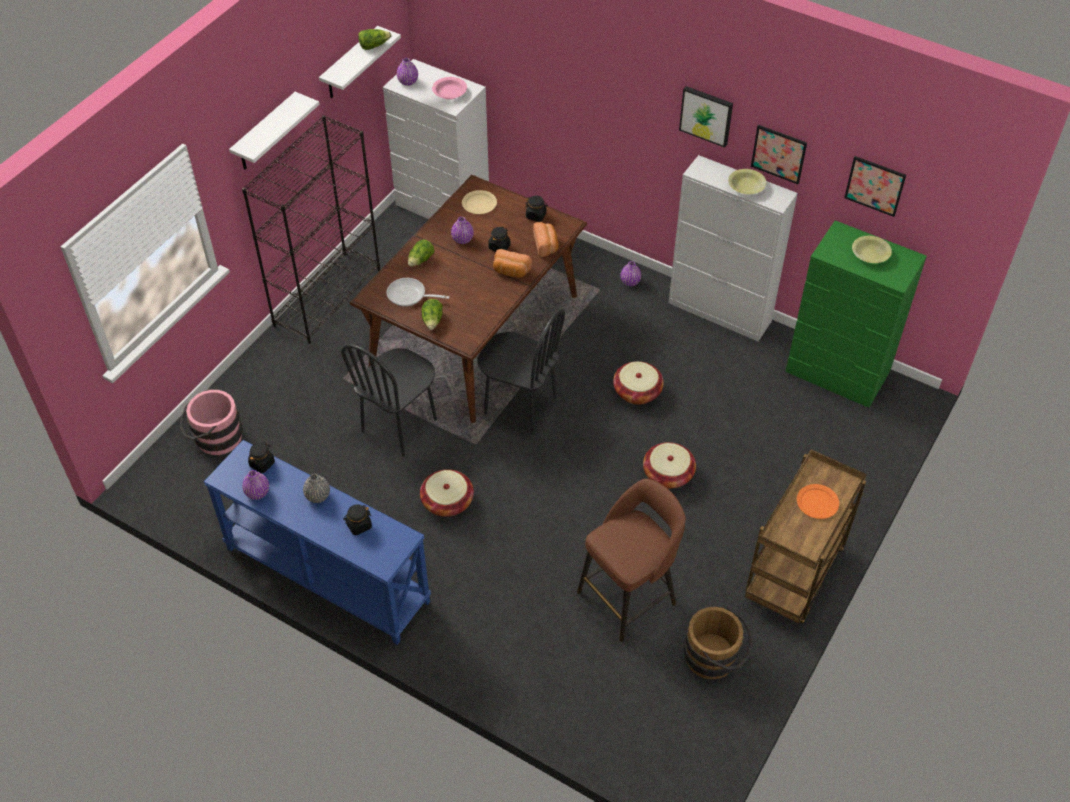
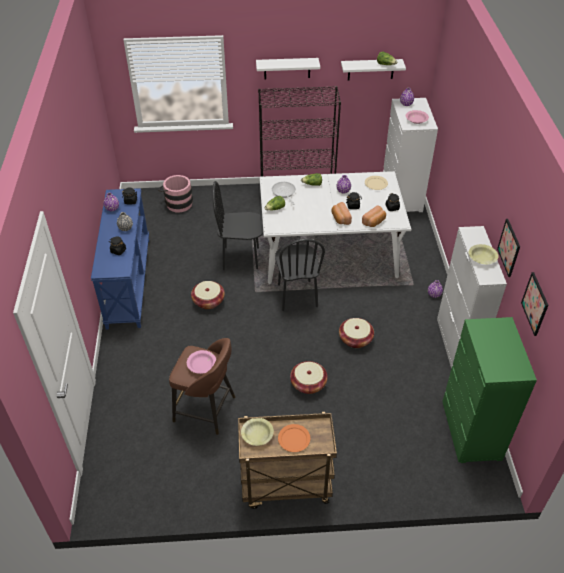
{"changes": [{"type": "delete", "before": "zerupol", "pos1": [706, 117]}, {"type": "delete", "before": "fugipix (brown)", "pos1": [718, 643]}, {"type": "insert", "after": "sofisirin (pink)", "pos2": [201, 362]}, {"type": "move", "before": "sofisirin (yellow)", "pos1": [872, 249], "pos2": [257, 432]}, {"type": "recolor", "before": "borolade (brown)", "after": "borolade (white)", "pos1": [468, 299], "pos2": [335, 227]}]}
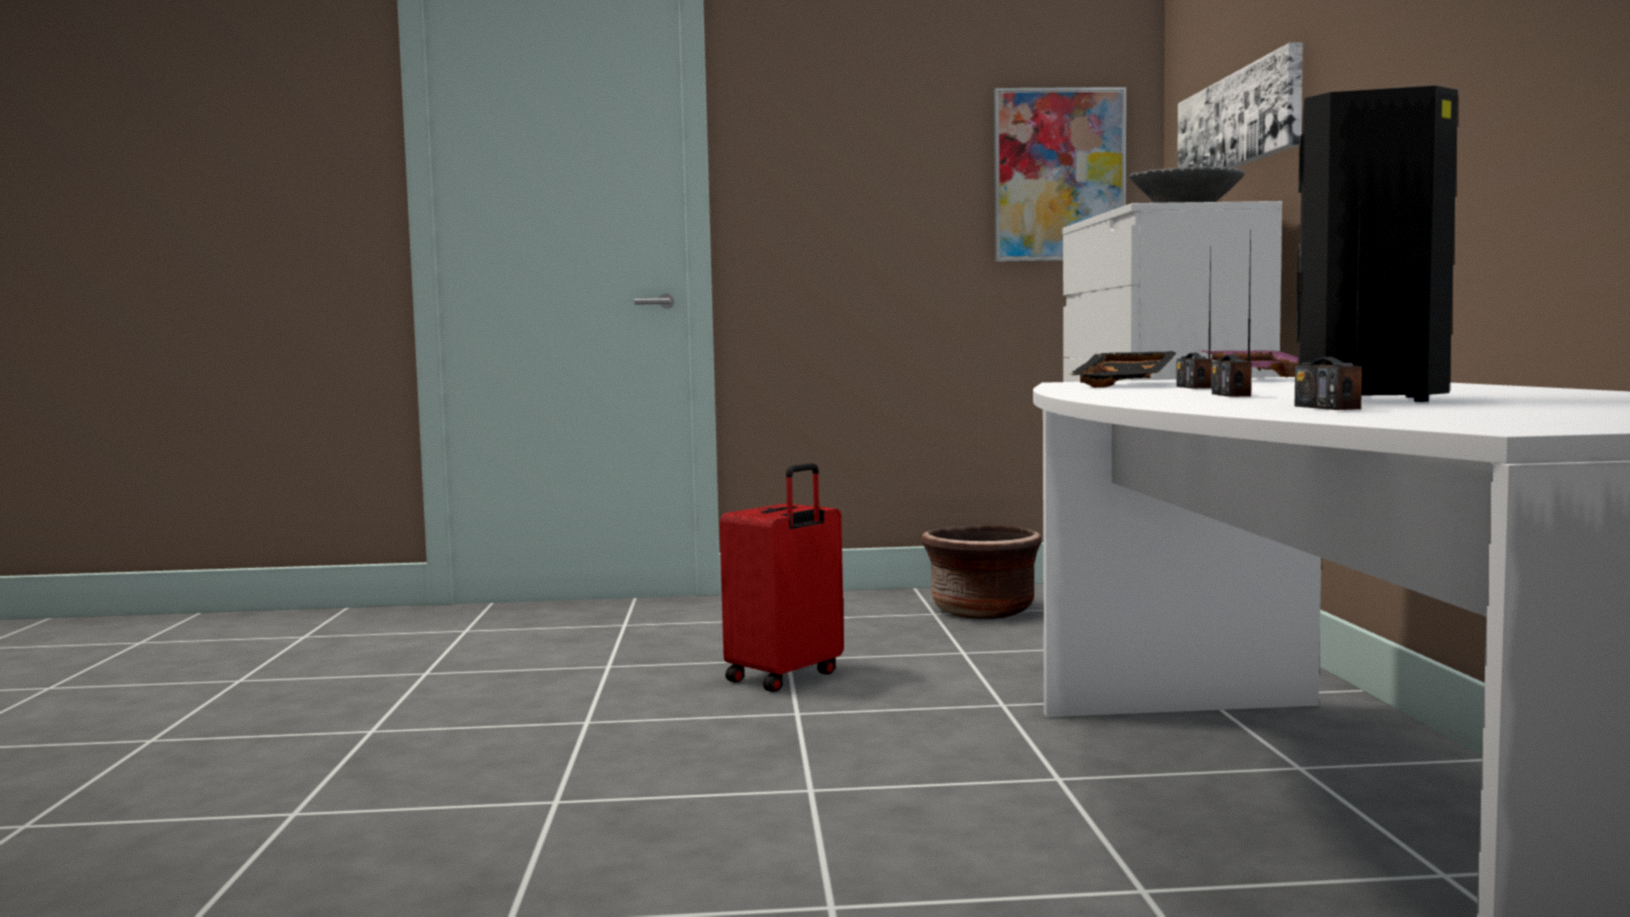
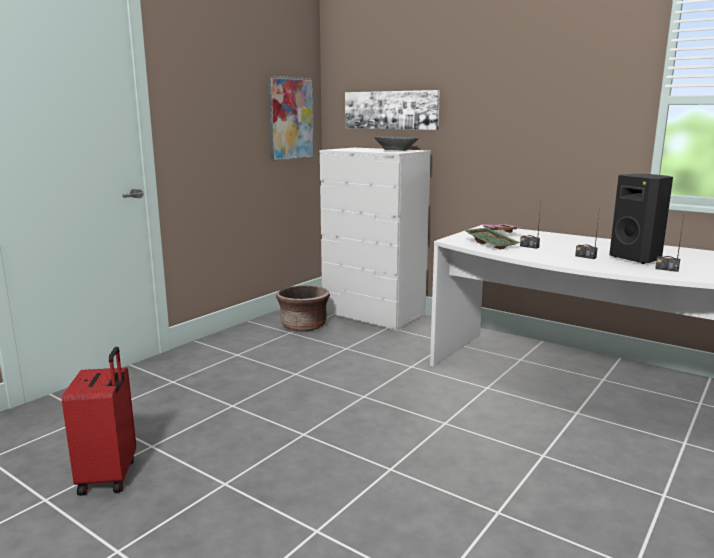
{"changes": [{"type": "move", "before": "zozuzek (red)", "pos1": [782, 577], "pos2": [99, 421]}, {"type": "recolor", "before": "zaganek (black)", "after": "zaganek (green)", "pos1": [1122, 369], "pos2": [492, 239]}]}
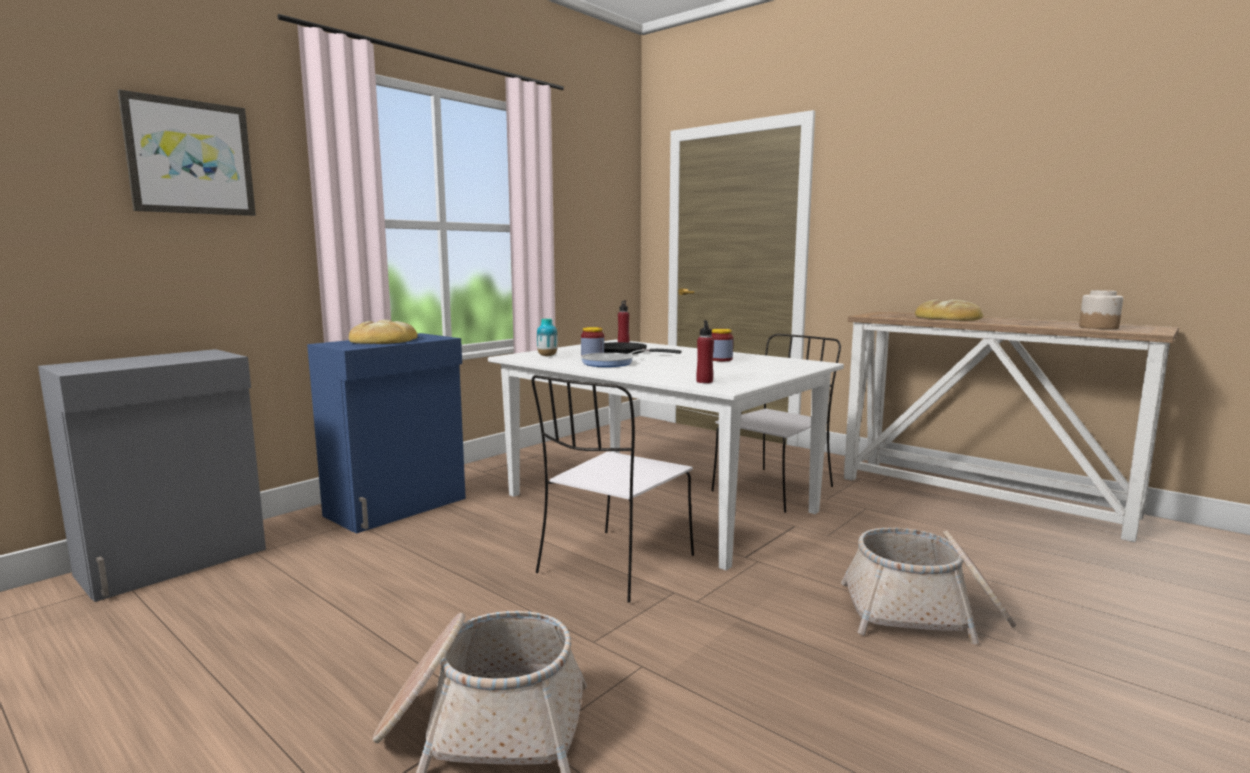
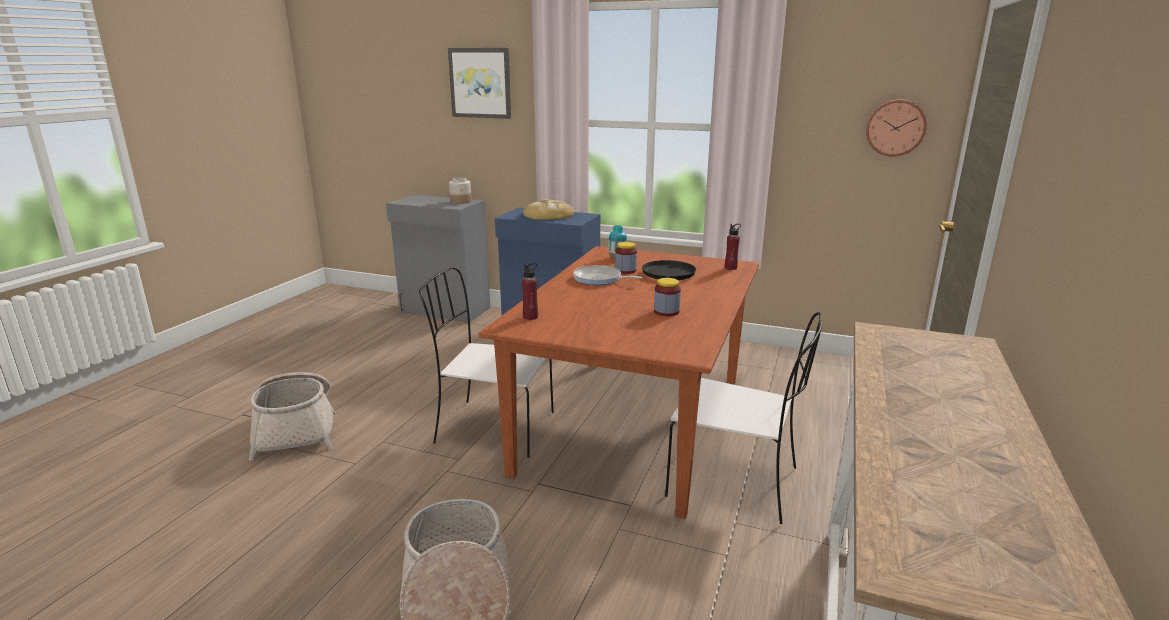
{"changes": [{"type": "delete", "before": "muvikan", "pos1": [949, 310]}, {"type": "insert", "after": "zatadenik", "pos2": [896, 128]}, {"type": "move", "before": "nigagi", "pos1": [1101, 309], "pos2": [460, 191]}, {"type": "recolor", "before": "borolade (white)", "after": "borolade (brown)", "pos1": [666, 455], "pos2": [618, 382]}]}
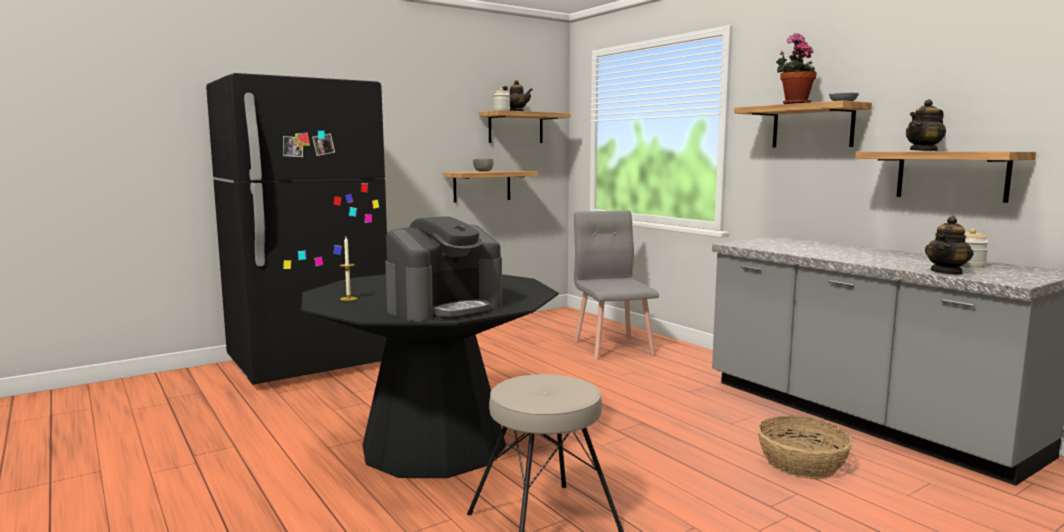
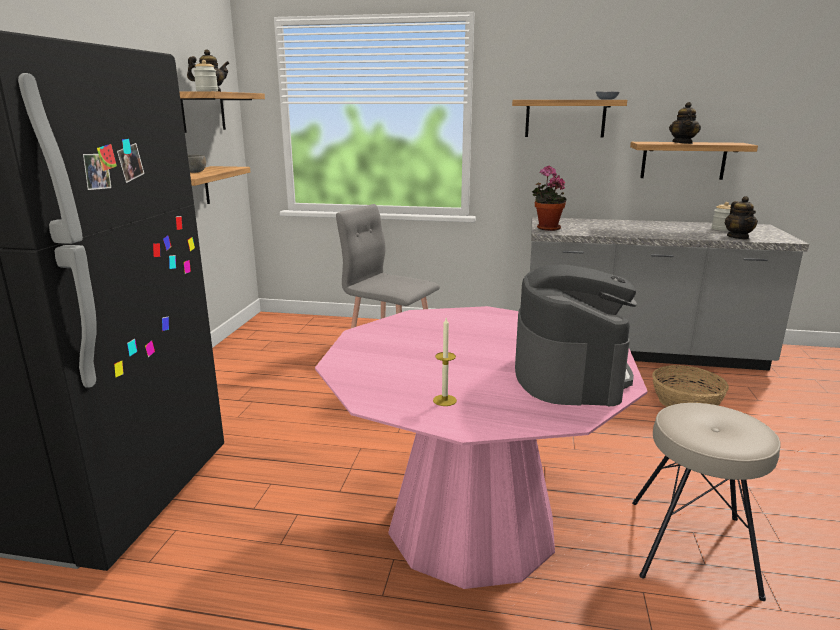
{"changes": [{"type": "move", "before": "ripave", "pos1": [796, 68], "pos2": [549, 198]}, {"type": "recolor", "before": "borolade (black)", "after": "borolade (pink)", "pos1": [430, 376], "pos2": [481, 447]}]}
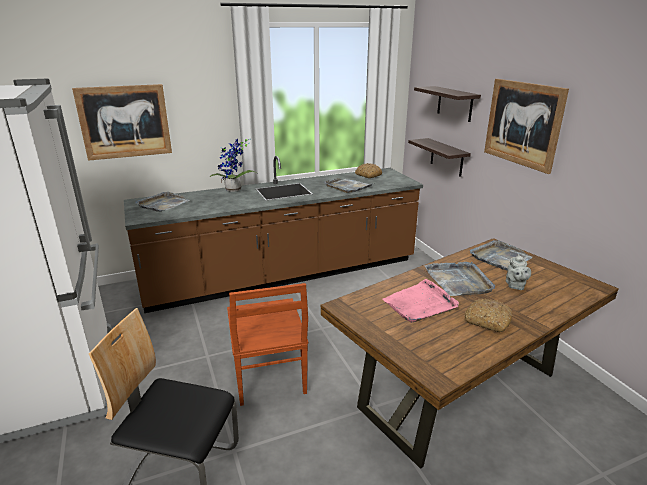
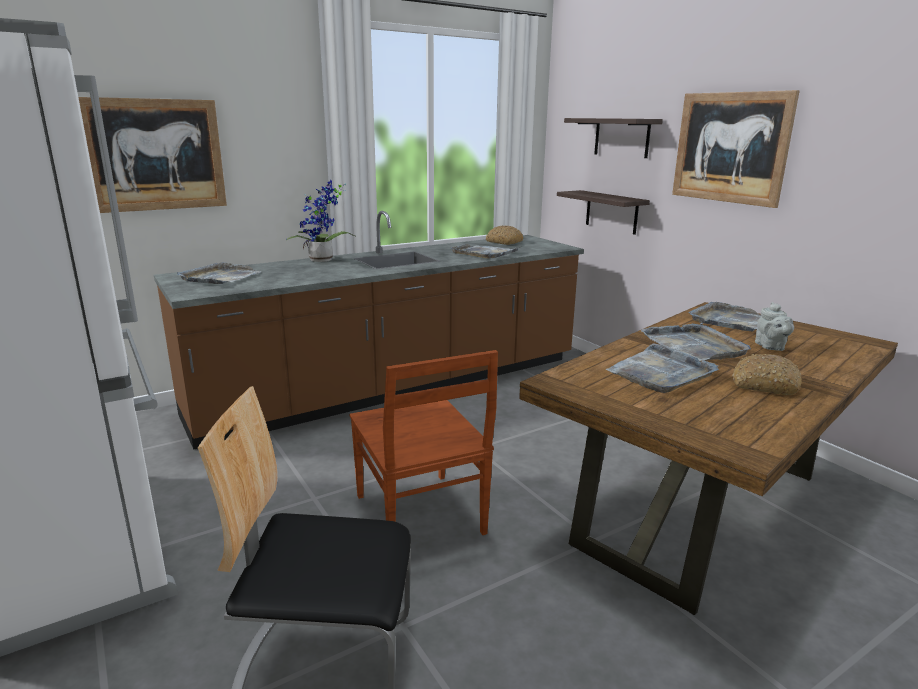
{"changes": [{"type": "recolor", "before": "zaganek (pink)", "after": "zaganek (grey)", "pos1": [421, 301], "pos2": [662, 368]}]}
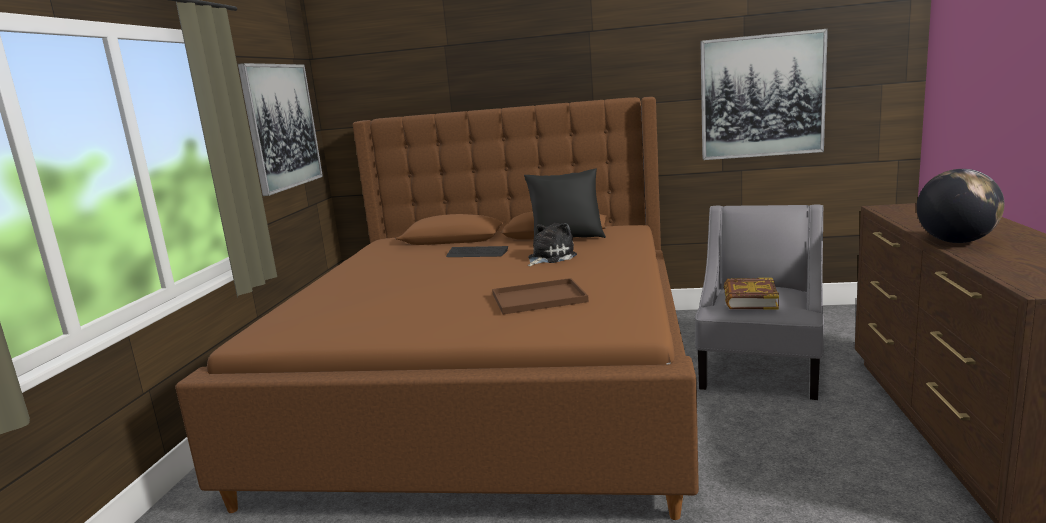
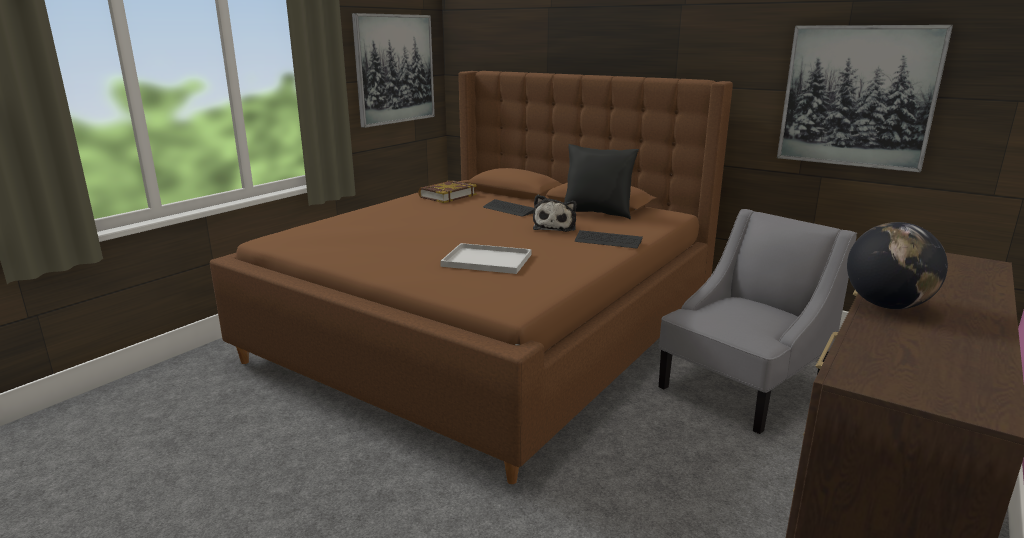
{"changes": [{"type": "insert", "after": "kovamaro", "pos2": [609, 239]}, {"type": "move", "before": "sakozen", "pos1": [751, 293], "pos2": [447, 191]}, {"type": "recolor", "before": "zaganek (brown)", "after": "zaganek (white)", "pos1": [540, 296], "pos2": [486, 258]}, {"type": "rotate", "before": "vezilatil", "pos1": [552, 244], "pos2": [555, 213], "turn": 120}]}
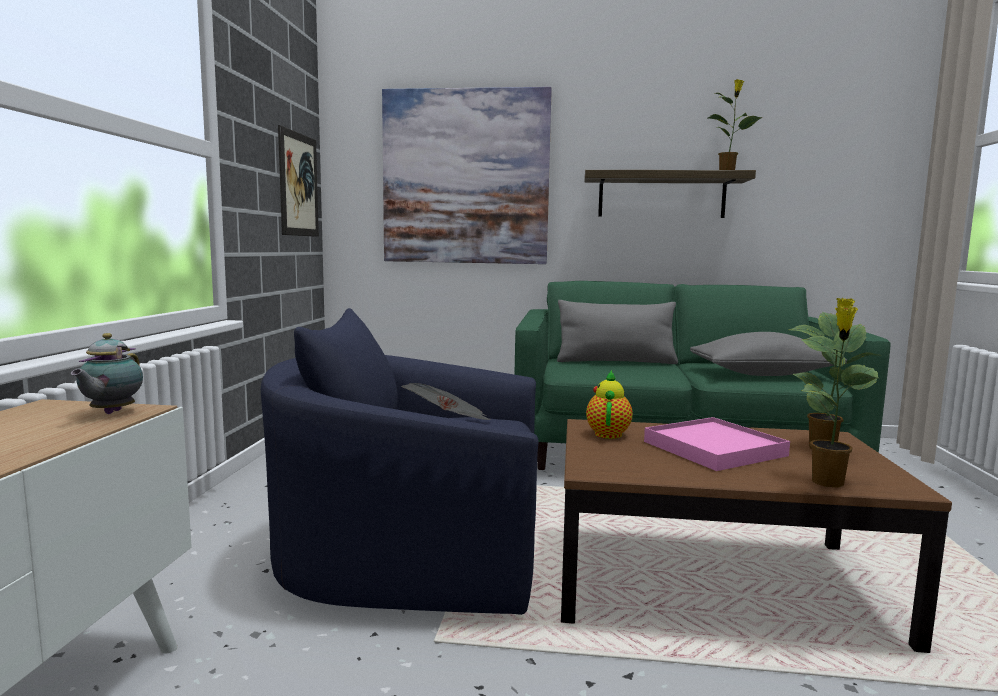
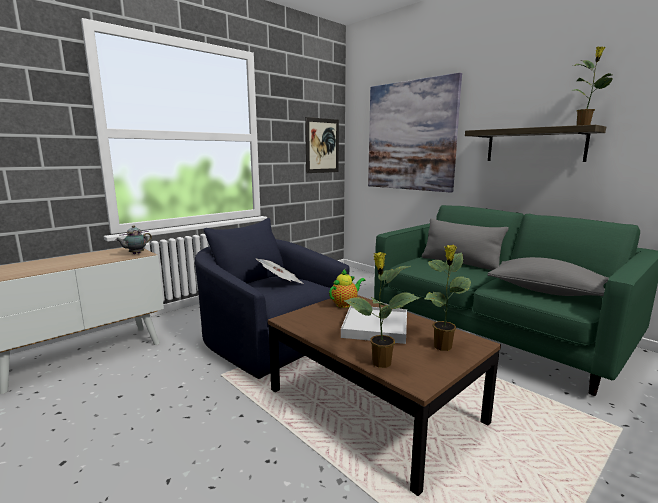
{"changes": [{"type": "recolor", "before": "zaganek (pink)", "after": "zaganek (white)", "pos1": [717, 444], "pos2": [374, 324]}]}
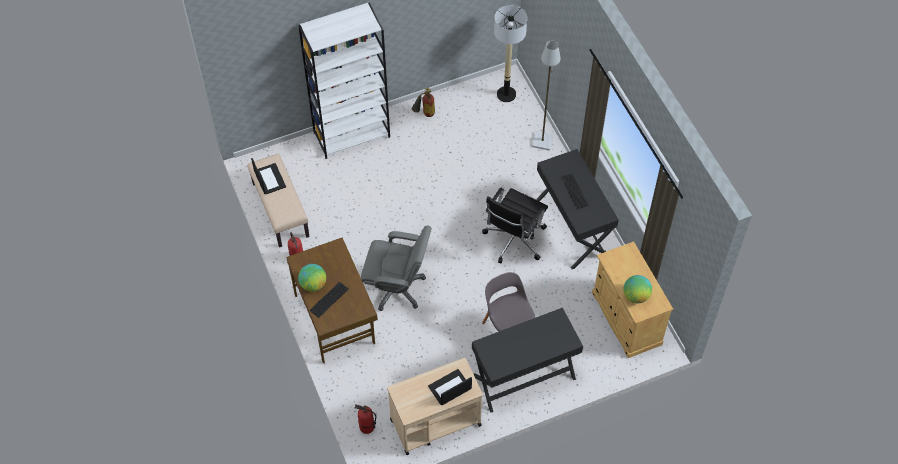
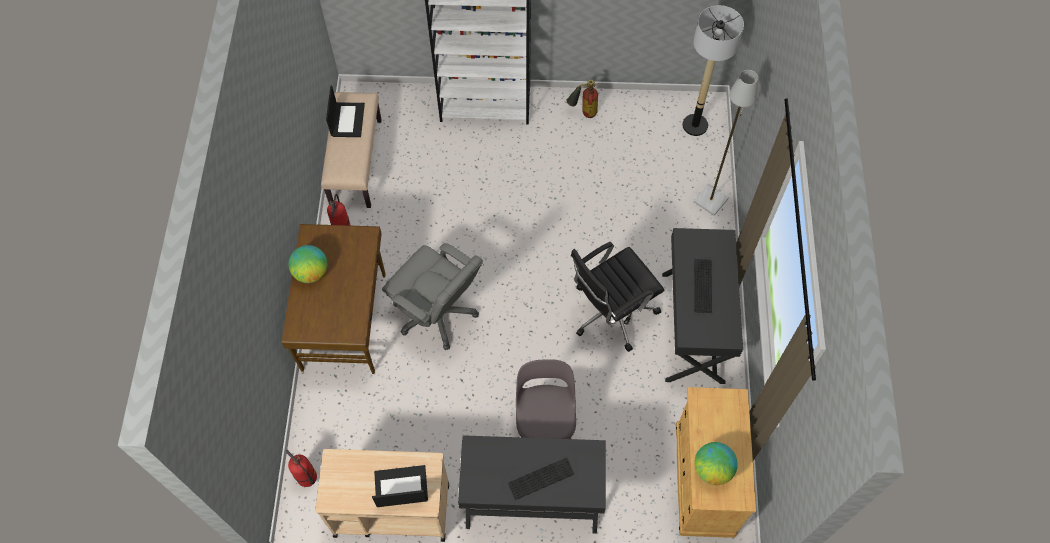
{"changes": [{"type": "move", "before": "kovamaro", "pos1": [328, 300], "pos2": [541, 479]}]}
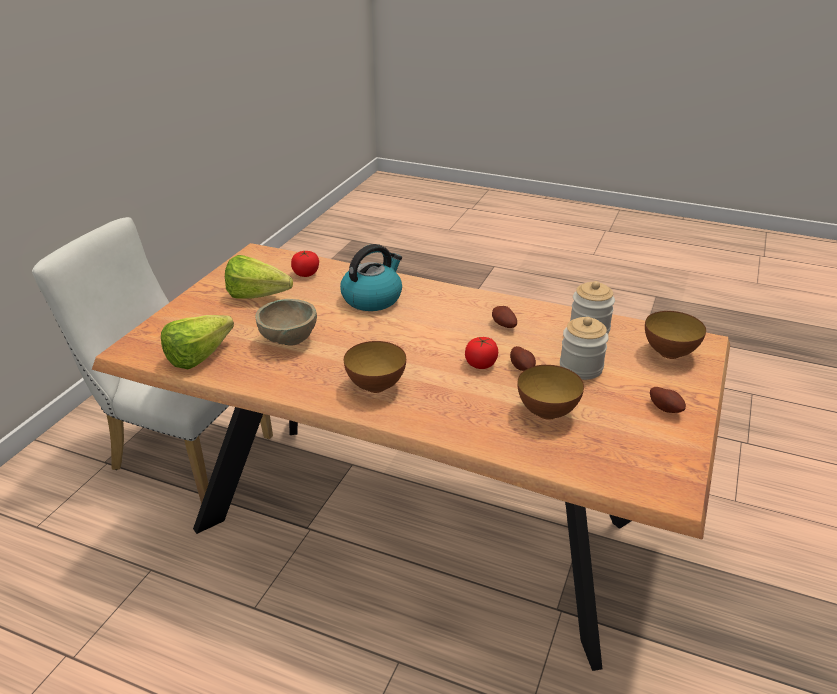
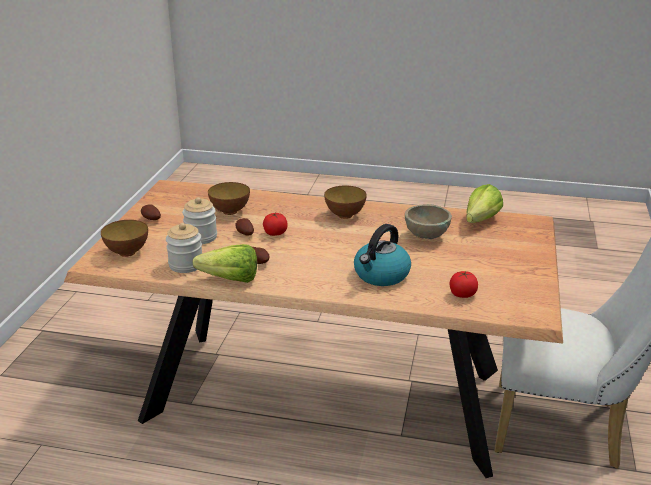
{"changes": [{"type": "move", "before": "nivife", "pos1": [259, 277], "pos2": [225, 263]}]}
